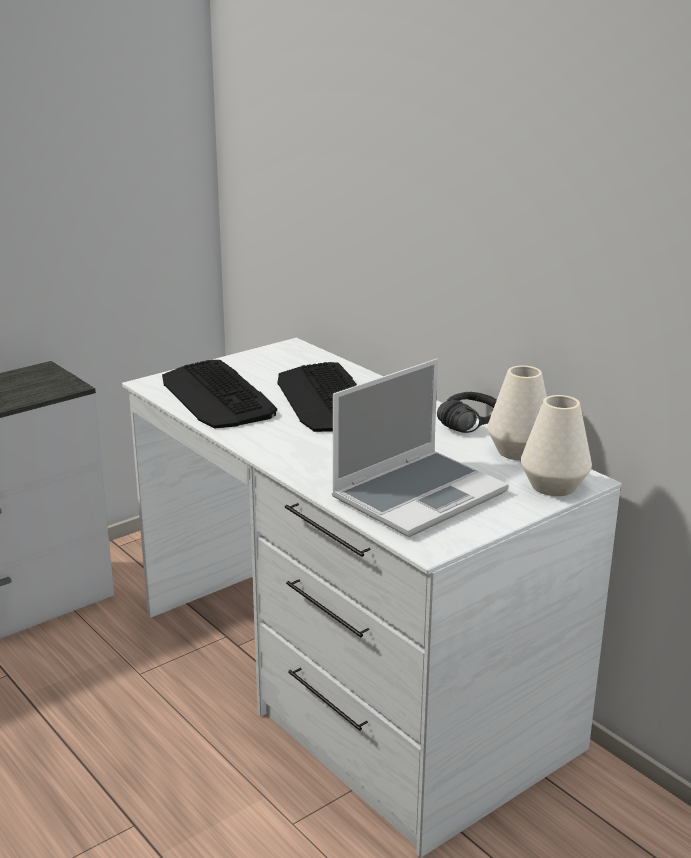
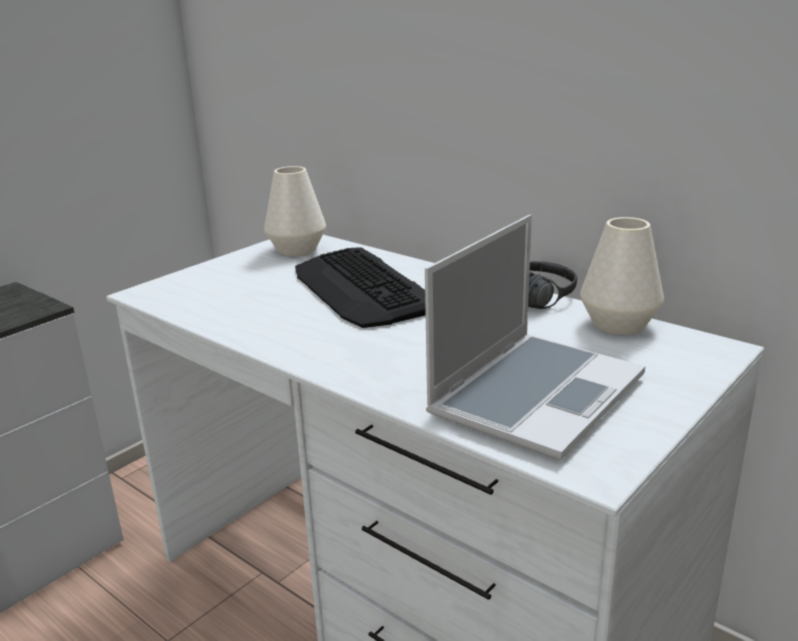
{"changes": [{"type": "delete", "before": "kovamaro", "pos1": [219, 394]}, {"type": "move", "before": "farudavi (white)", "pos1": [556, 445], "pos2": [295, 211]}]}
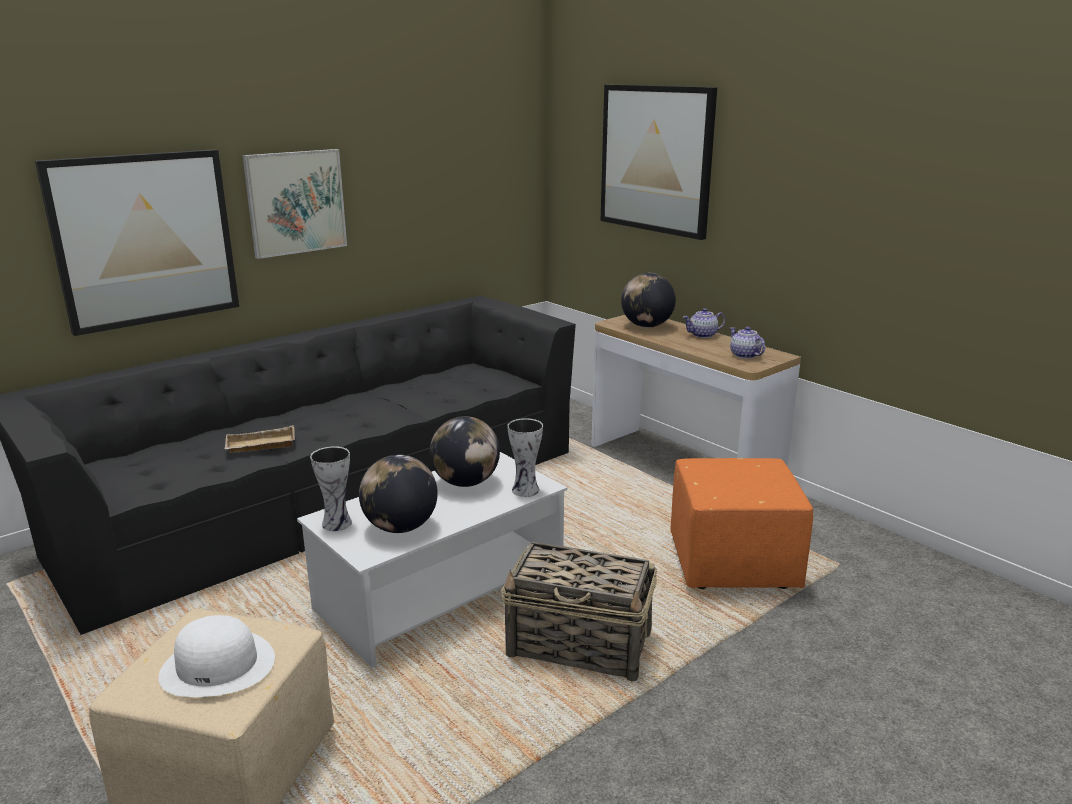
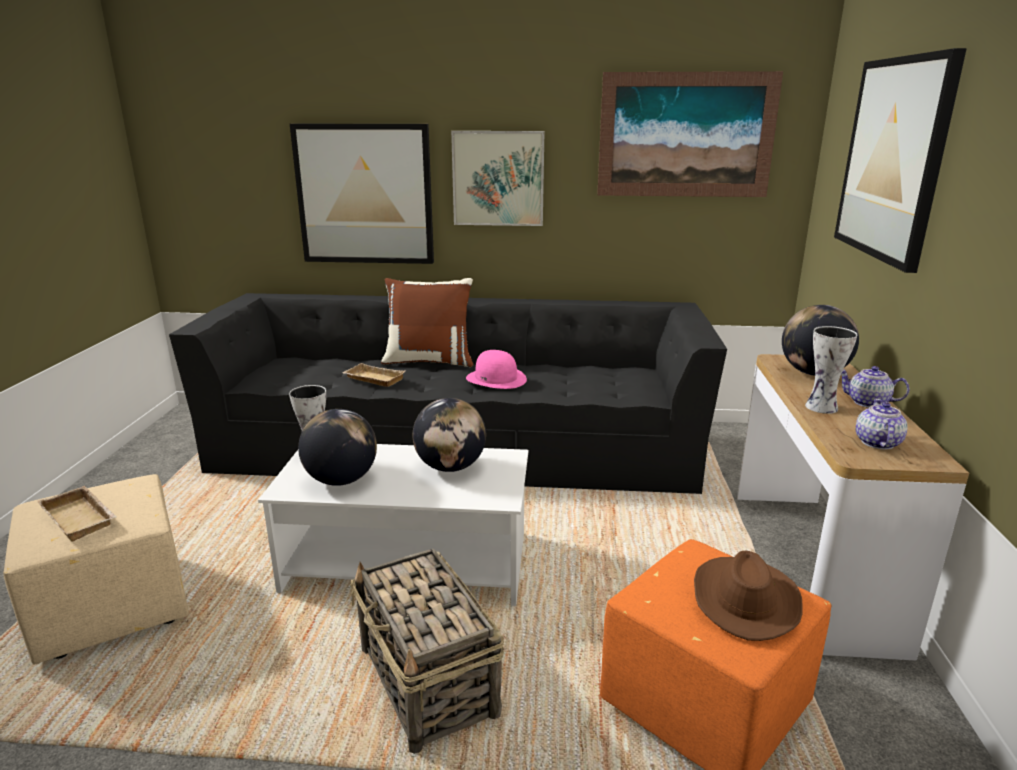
{"changes": [{"type": "insert", "after": "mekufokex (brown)", "pos2": [427, 322]}, {"type": "insert", "after": "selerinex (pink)", "pos2": [496, 369]}, {"type": "insert", "after": "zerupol", "pos2": [690, 134]}, {"type": "insert", "after": "selerinex (brown)", "pos2": [748, 596]}, {"type": "move", "before": "farudavi", "pos1": [525, 457], "pos2": [831, 370]}, {"type": "replace", "before": "selerinex (white)", "after": "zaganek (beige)", "pos1": [216, 656], "pos2": [76, 514]}]}
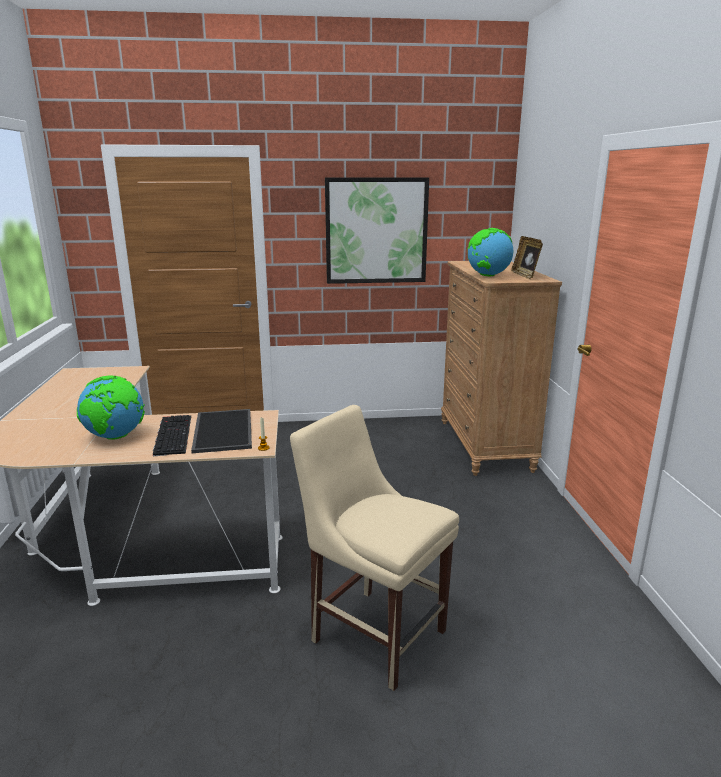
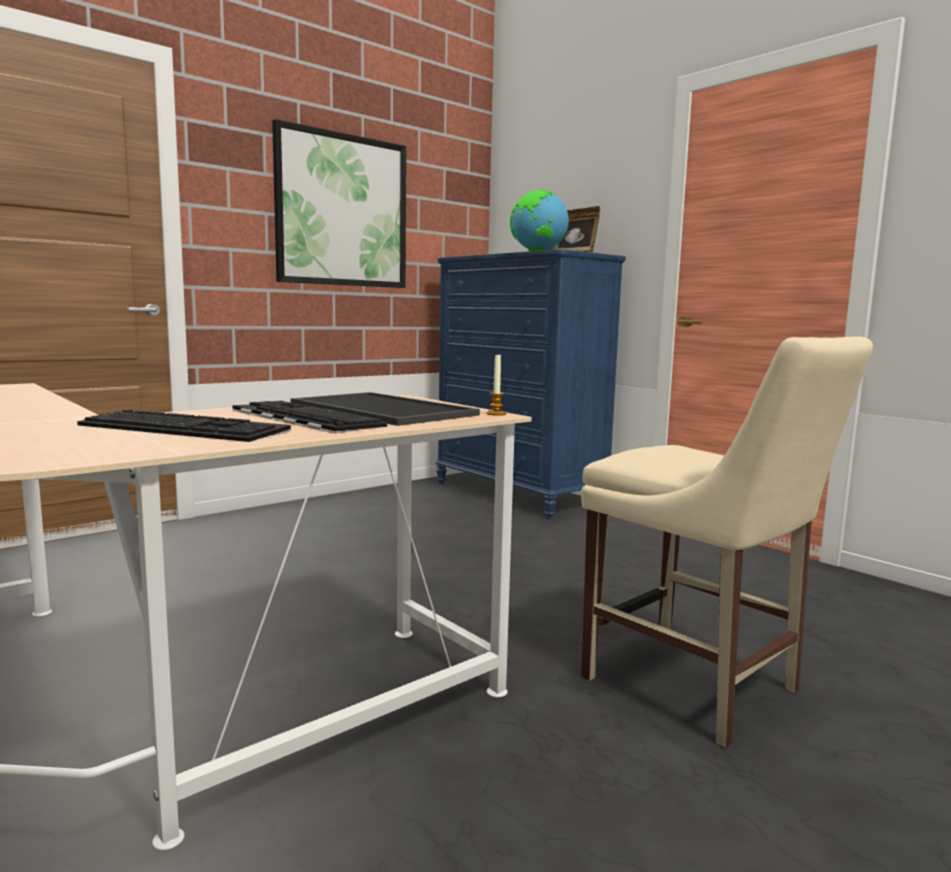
{"changes": [{"type": "replace", "before": "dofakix", "after": "kovamaro", "pos1": [111, 407], "pos2": [184, 425]}, {"type": "recolor", "before": "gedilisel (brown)", "after": "gedilisel (blue)", "pos1": [501, 368], "pos2": [531, 384]}, {"type": "rotate", "before": "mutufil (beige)", "pos1": [374, 548], "pos2": [727, 542], "turn": -135}]}
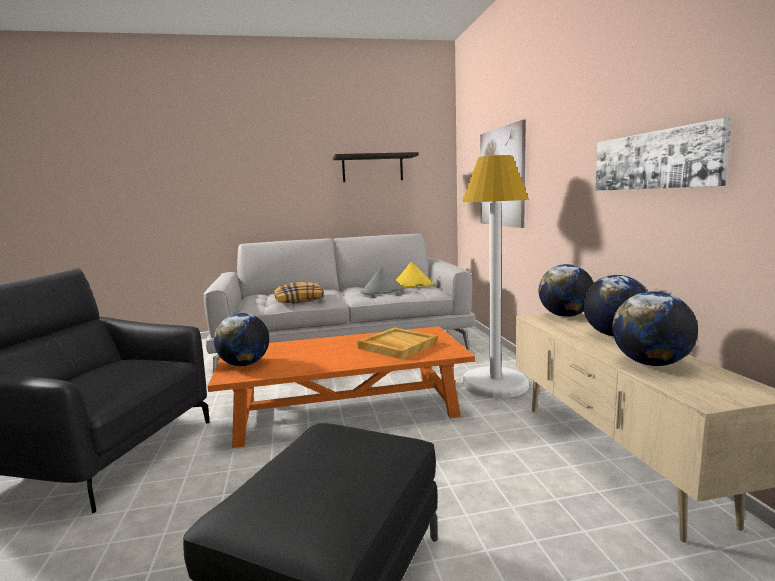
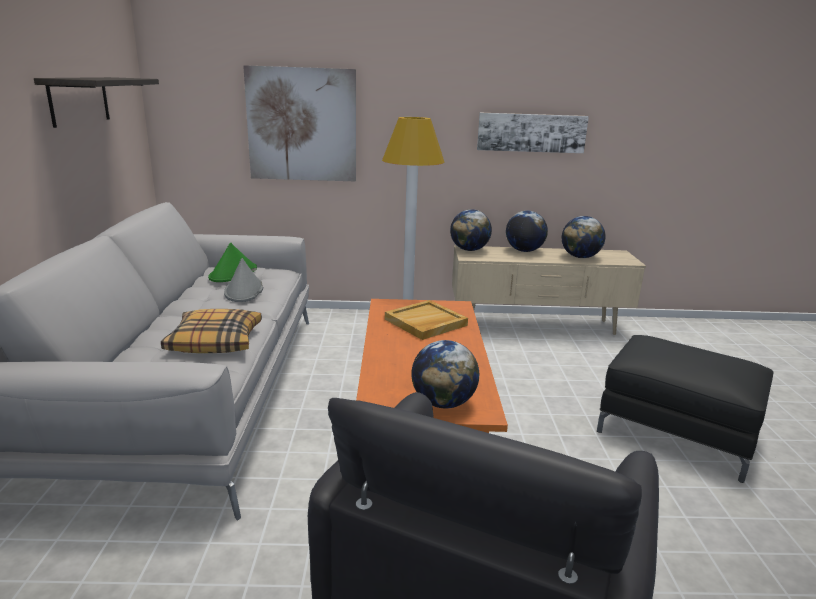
{"changes": [{"type": "recolor", "before": "selerinex (yellow)", "after": "selerinex (green)", "pos1": [415, 274], "pos2": [232, 262]}]}
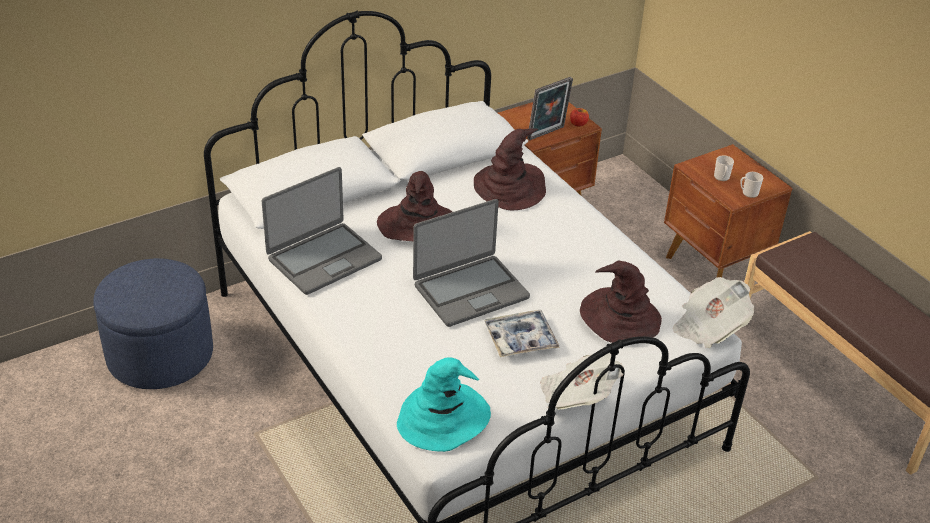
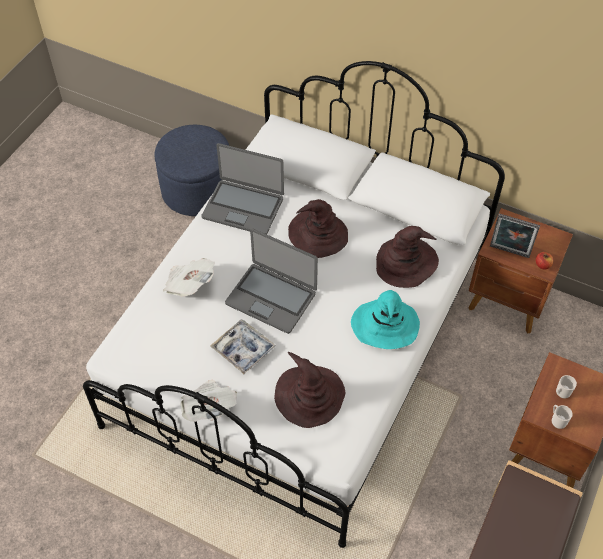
{"changes": [{"type": "move", "before": "selerinex (turquoise)", "pos1": [444, 404], "pos2": [385, 319]}, {"type": "move", "before": "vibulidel", "pos1": [713, 312], "pos2": [189, 277]}]}
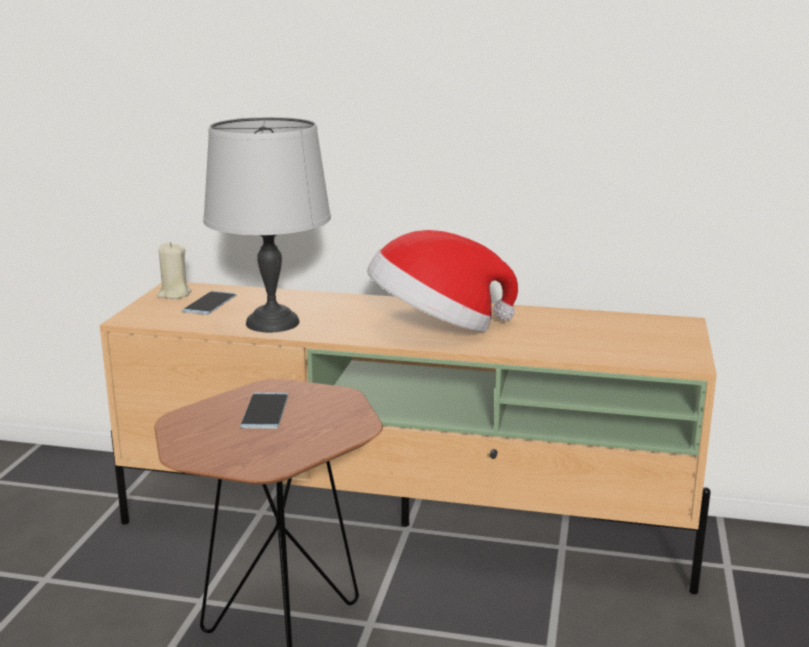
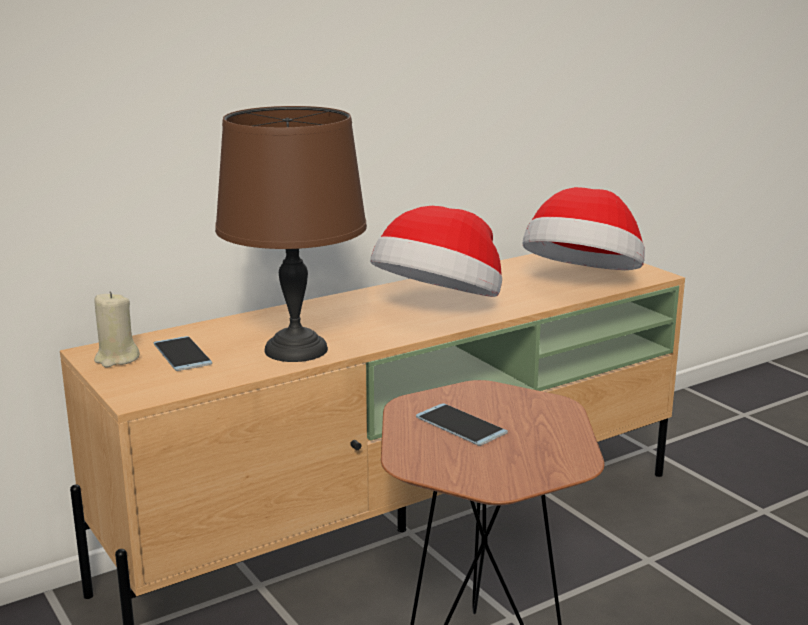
{"changes": [{"type": "insert", "after": "selerinex", "pos2": [584, 228]}, {"type": "recolor", "before": "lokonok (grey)", "after": "lokonok (brown)", "pos1": [267, 224], "pos2": [291, 234]}]}
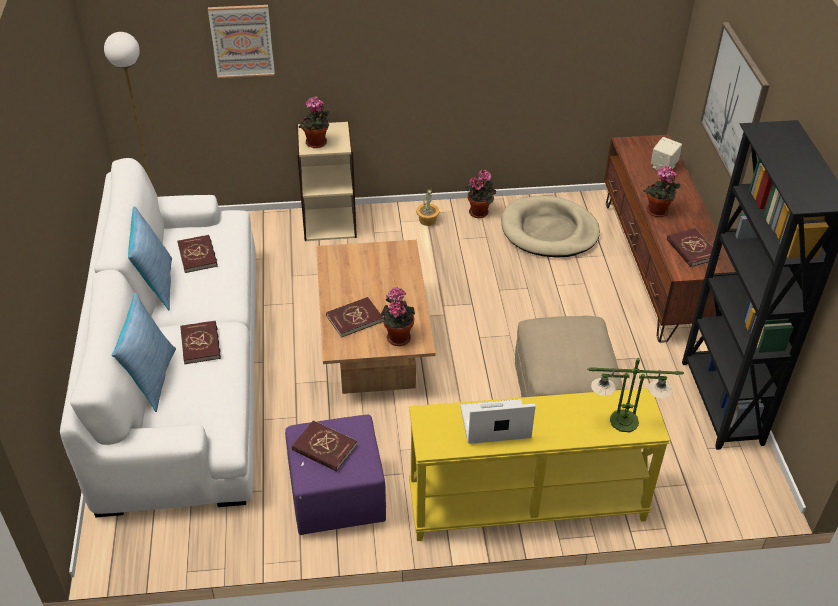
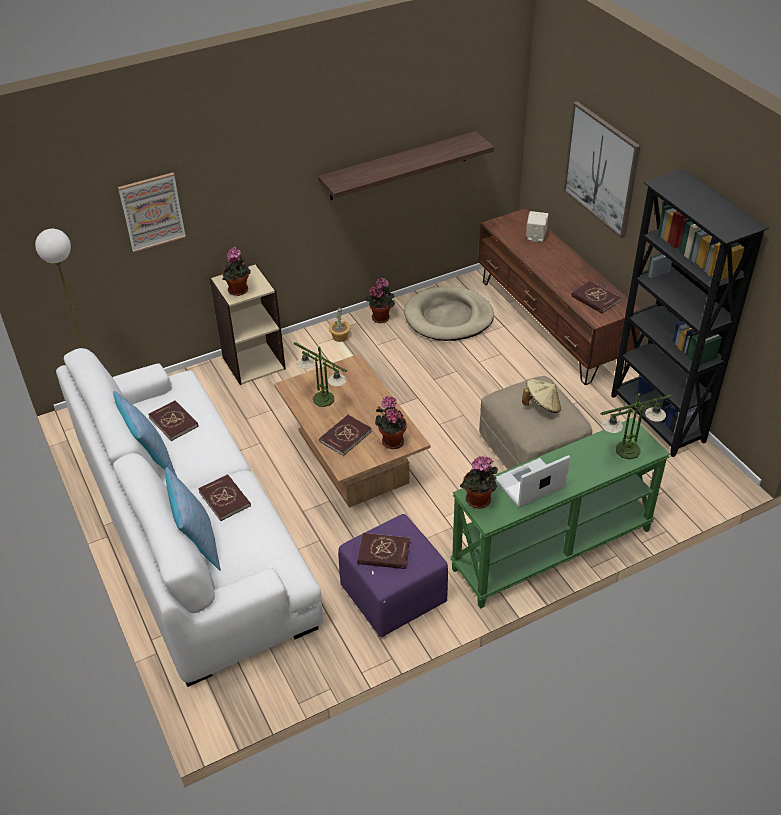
{"changes": [{"type": "insert", "after": "lokonok", "pos2": [320, 374]}, {"type": "insert", "after": "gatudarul", "pos2": [406, 165]}, {"type": "insert", "after": "selerinex (beige)", "pos2": [541, 396]}, {"type": "move", "before": "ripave", "pos1": [661, 191], "pos2": [479, 482]}, {"type": "recolor", "before": "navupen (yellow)", "after": "navupen (green)", "pos1": [540, 464], "pos2": [560, 513]}]}
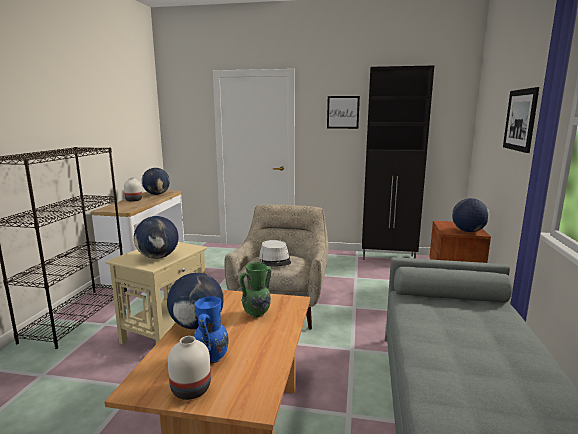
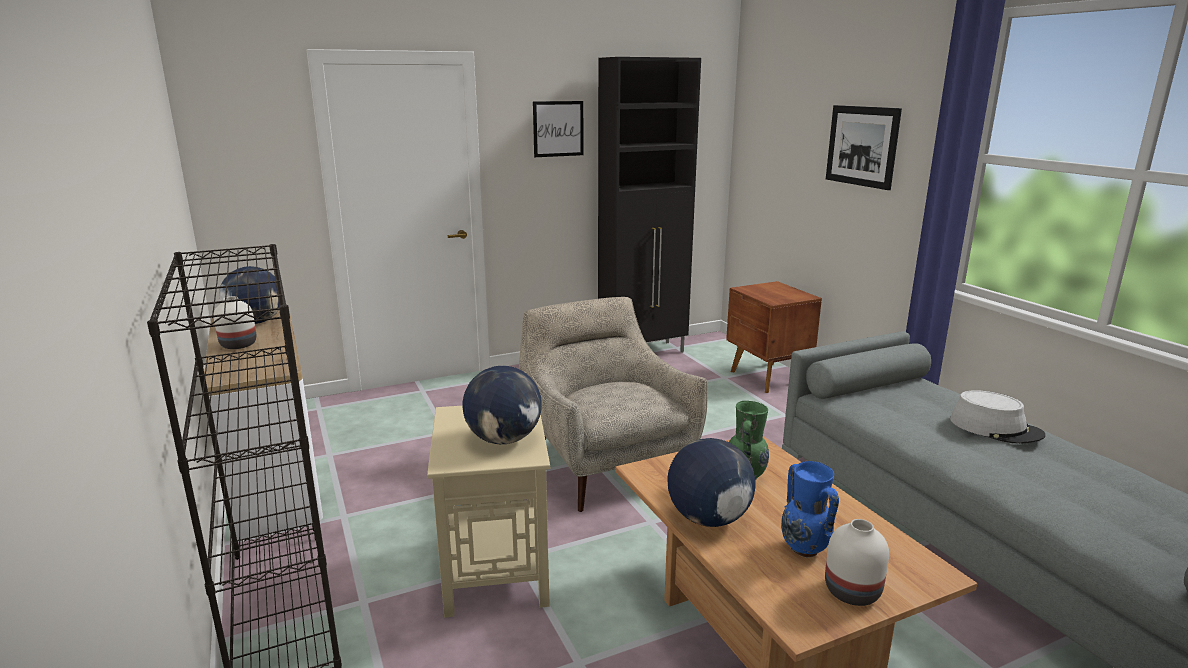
{"changes": [{"type": "delete", "before": "dofakix", "pos1": [470, 215]}, {"type": "move", "before": "selerinex (grey)", "pos1": [275, 253], "pos2": [998, 417]}]}
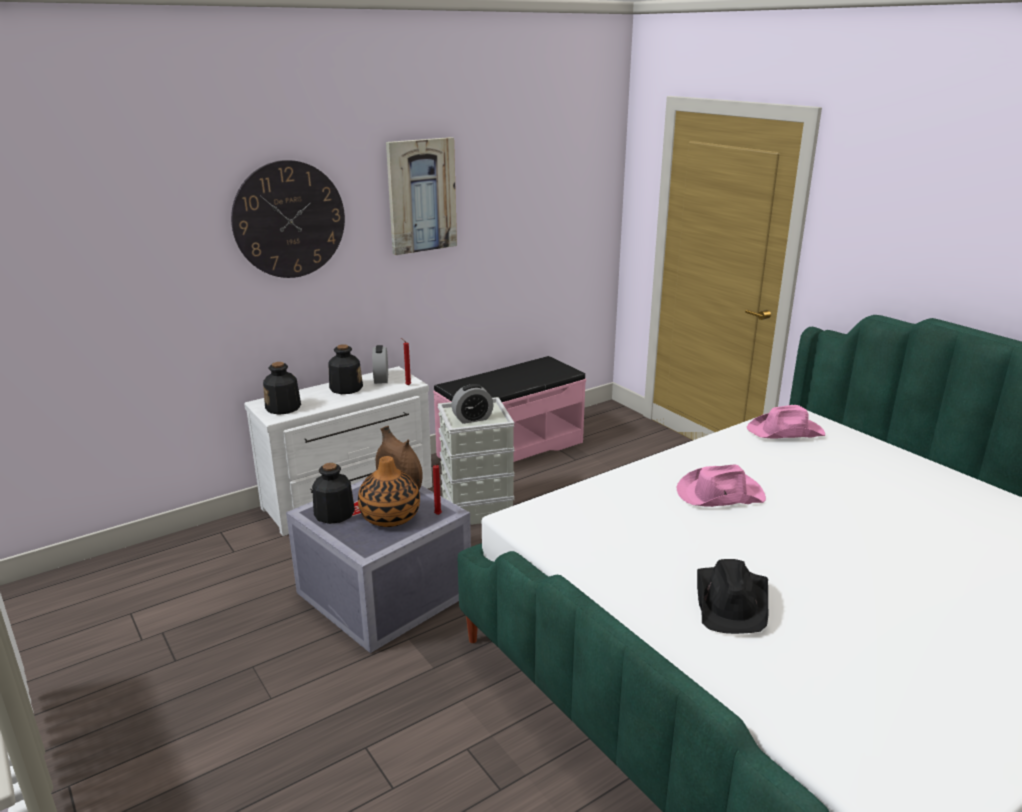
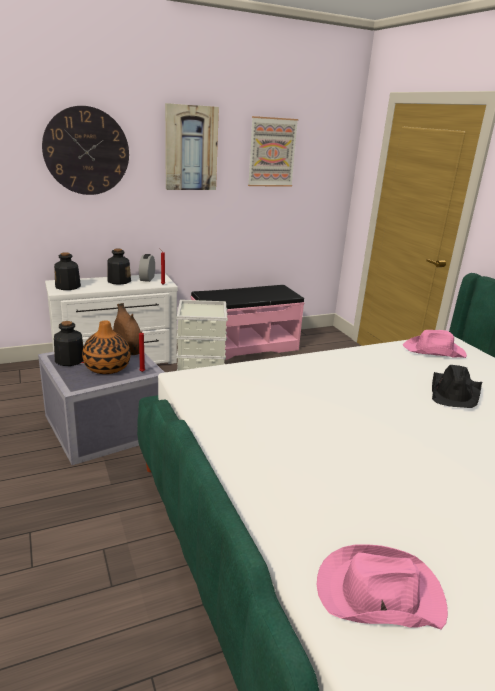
{"changes": [{"type": "delete", "before": "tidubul", "pos1": [472, 404]}, {"type": "insert", "after": "zerupol", "pos2": [273, 151]}, {"type": "move", "before": "selerinex (pink)", "pos1": [721, 485], "pos2": [382, 586]}, {"type": "move", "before": "selerinex (black)", "pos1": [733, 596], "pos2": [457, 386]}]}
